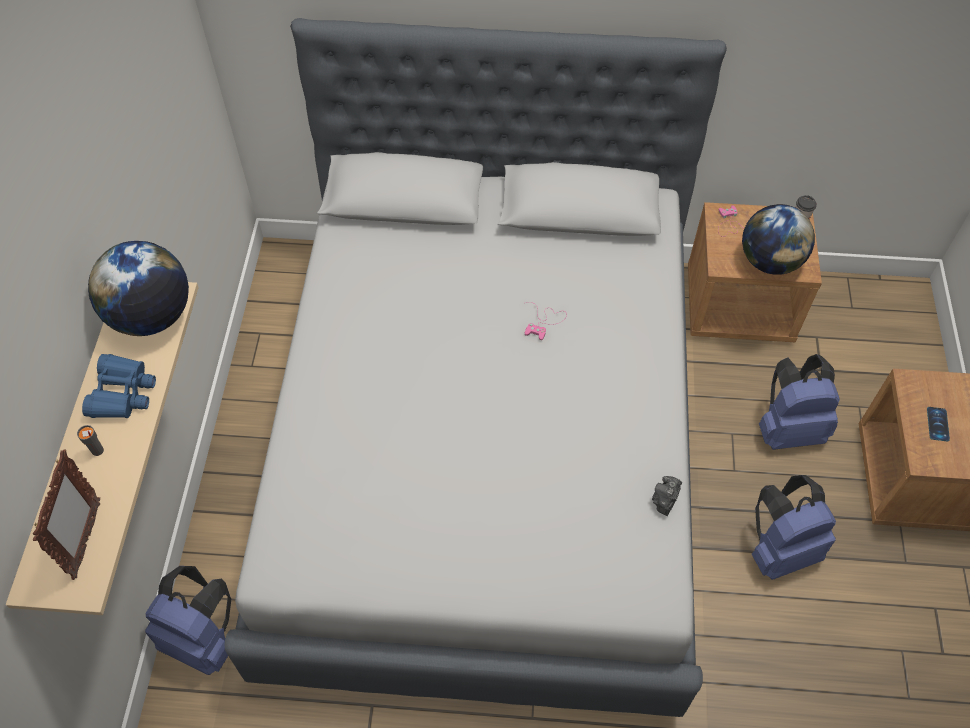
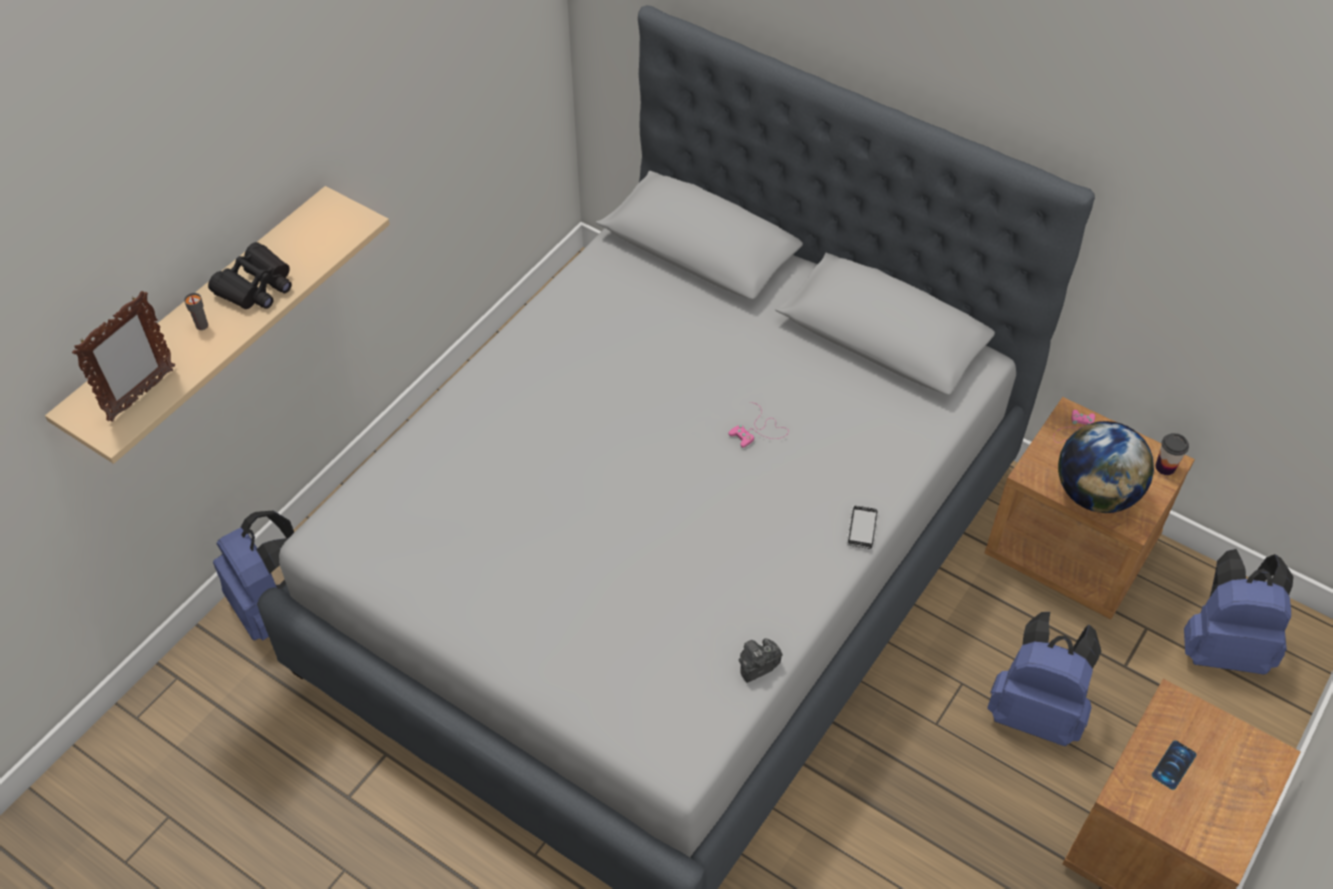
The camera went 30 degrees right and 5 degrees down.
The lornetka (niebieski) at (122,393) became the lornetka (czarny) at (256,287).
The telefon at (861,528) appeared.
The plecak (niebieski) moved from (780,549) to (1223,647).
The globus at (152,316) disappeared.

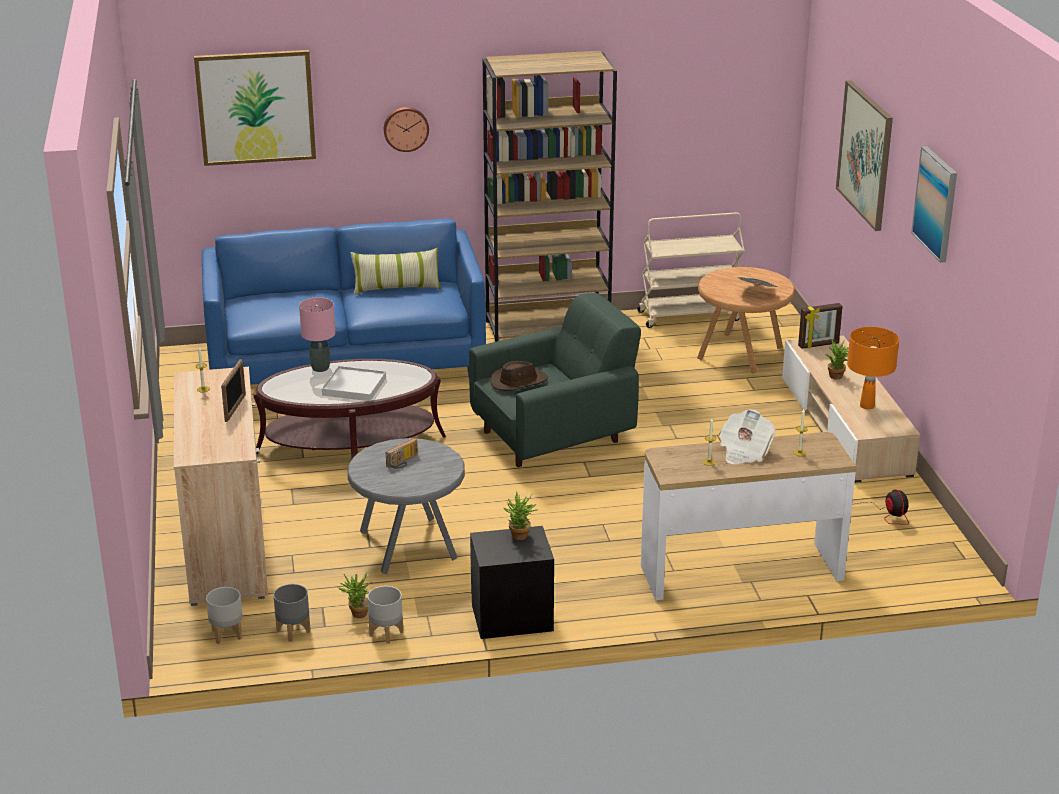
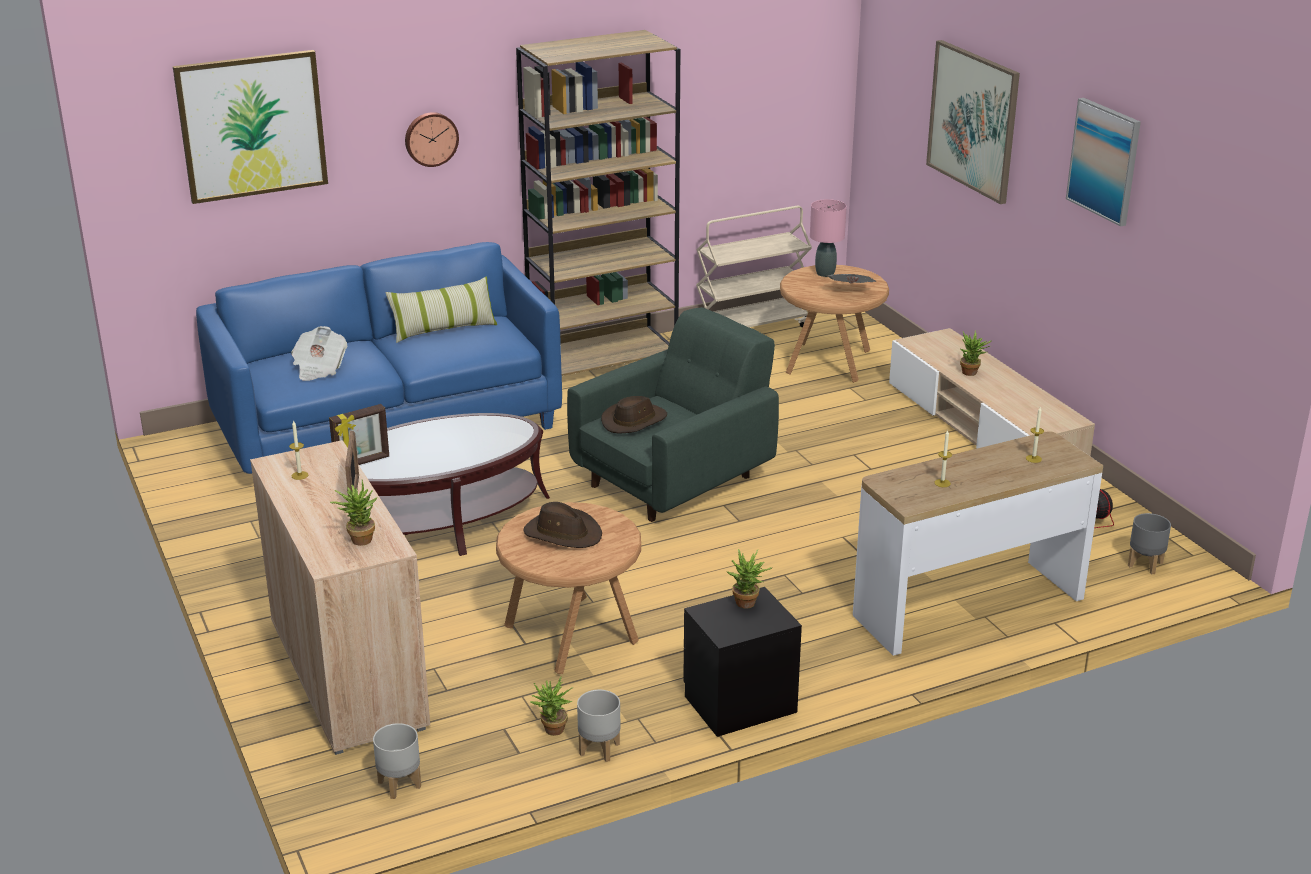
The camera went 15 degrees left and 0 degrees up.
The gazeta moved from (744,451) to (319,368).
The ramka na zdjęcie moved from (818,345) to (362,463).
The roślina doniczkowa at (358,539) appeared.
The stolik (szary) at (408,544) became the stolik (brązowy) at (570,633).
The radio at (403,462) was replaced by the kapelusz (brązowy) at (563,533).
The lampa stołowa (różowy) moved from (320,368) to (825,273).
The donica (szary) moved from (293,631) to (1145,564).
The taca (biały) at (354,386) disappeared.
The lampa stołowa (pomarańczowy) at (867,406) disappeared.

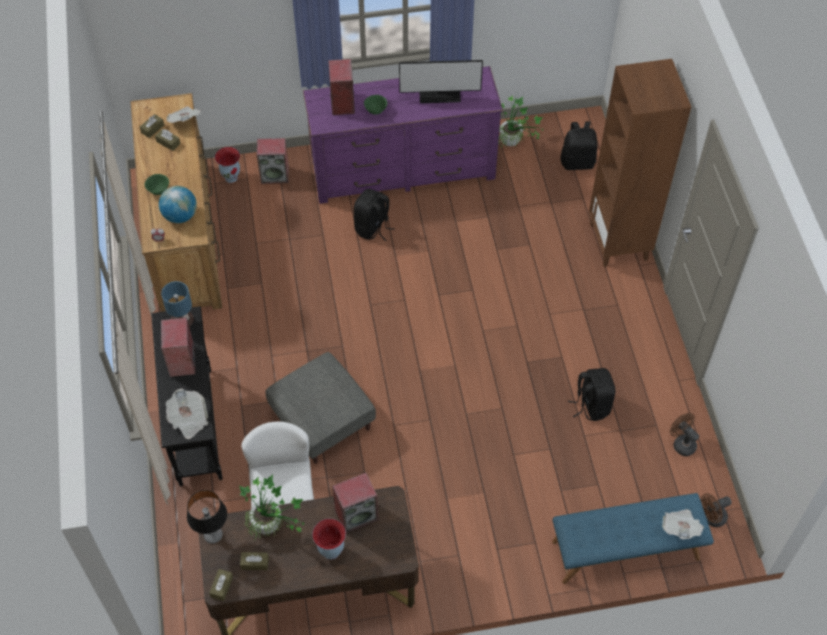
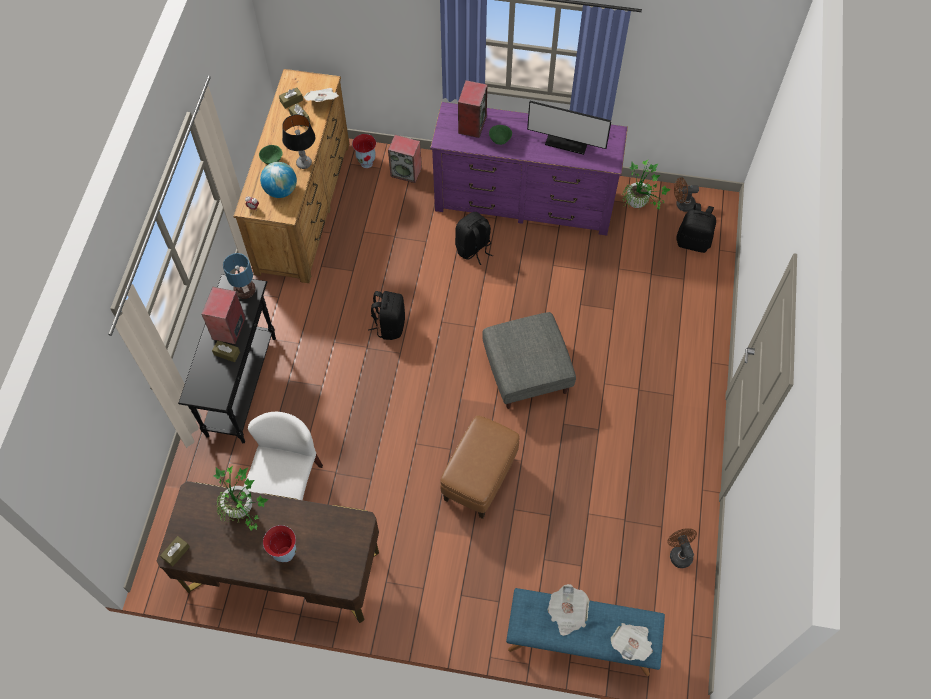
The camera went 20 degrees right and 5 degrees up.
The pudełko chusteczek (brązowy) moved from (254,563) to (227,353).
The lampa stołowa moved from (213,535) to (304,163).
The plecak (czarny) moved from (591,405) to (389,325).
The pufa (brązowy) at (479,479) appeared.
The pufa (szary) moved from (323,420) to (527,372).
The gazeta moved from (188,419) to (567,613).
The wentylator (brązowy) moved from (711,518) to (682,204).
The głośnik at (357,514) disappeared.
The regał (brązowy) at (619,242) disappeared.

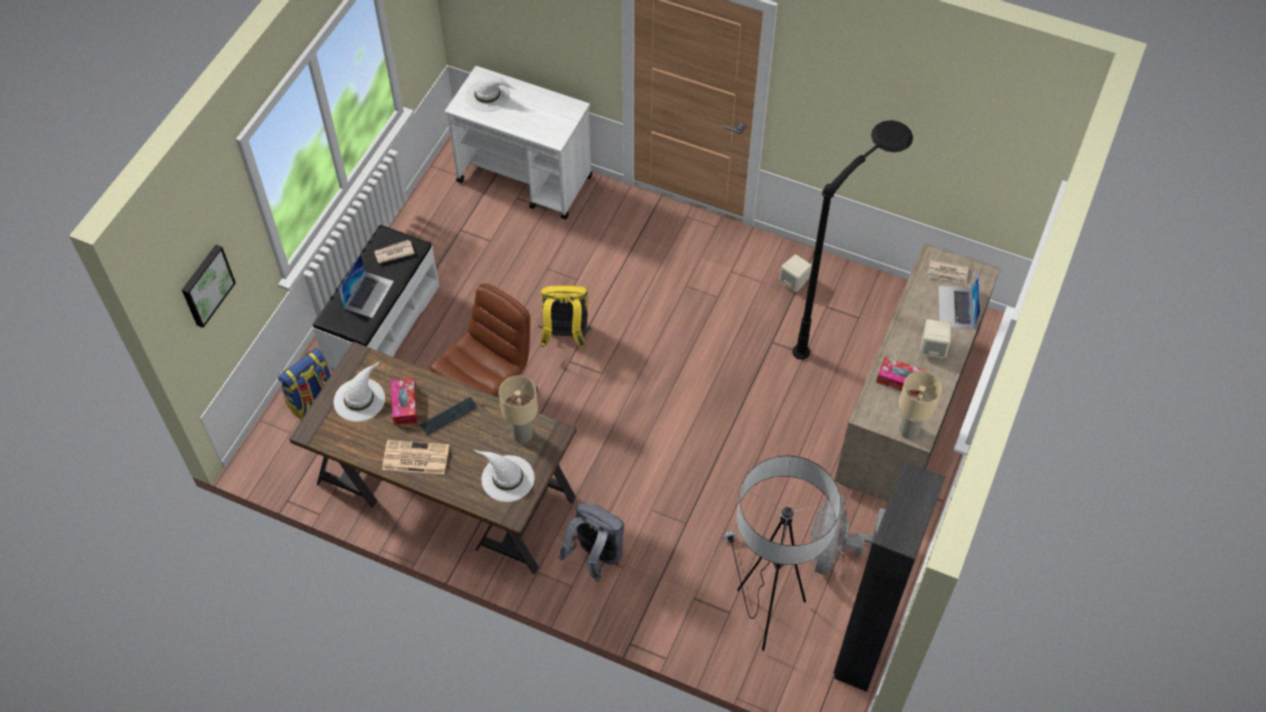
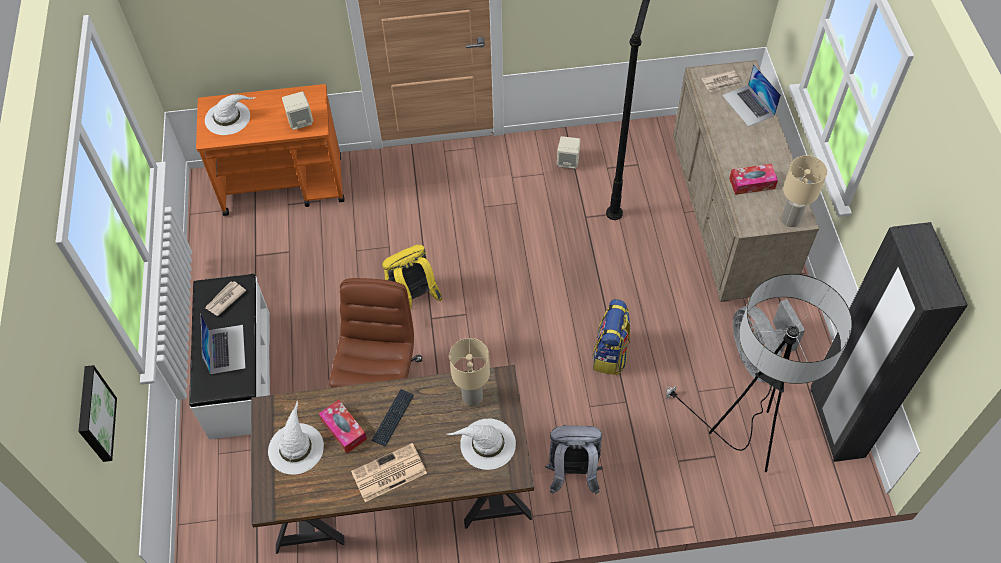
The camera went 30 degrees left and 0 degrees up.
The wózek (biały) at (525,179) became the wózek (pomarańczowy) at (284,185).
The głośnik (beżowy) moved from (933,348) to (300,121).
The plecak moved from (313,402) to (610,354).

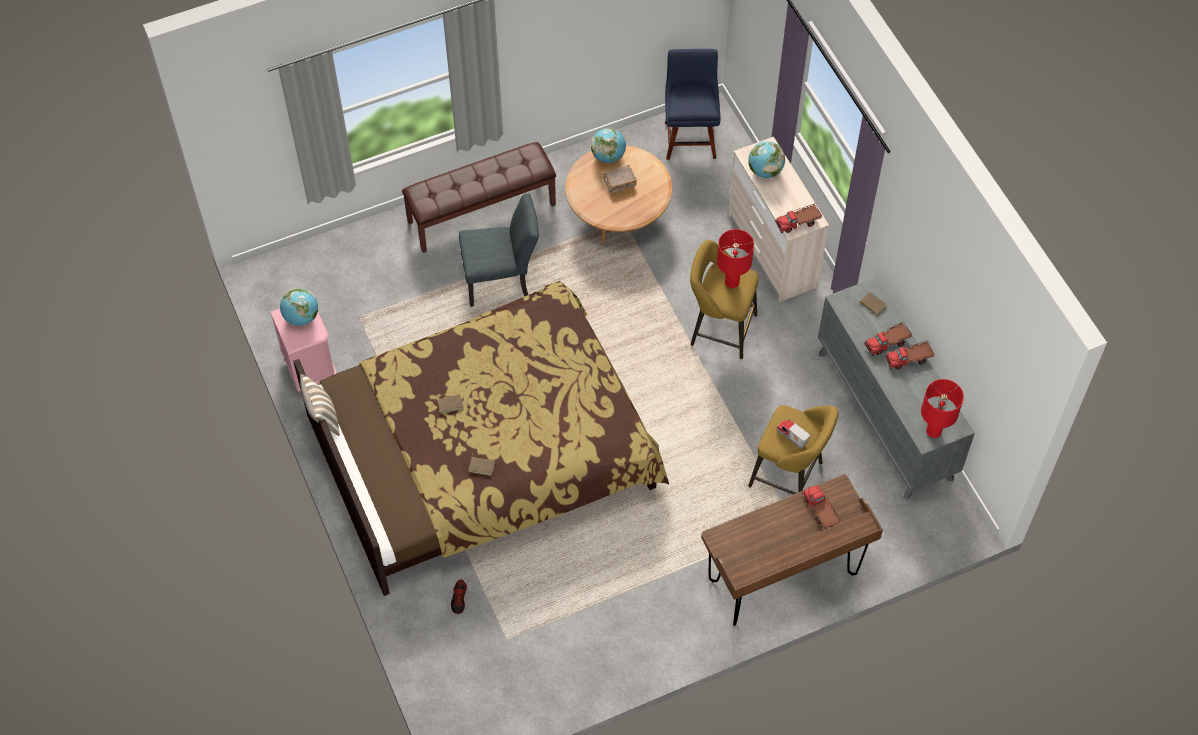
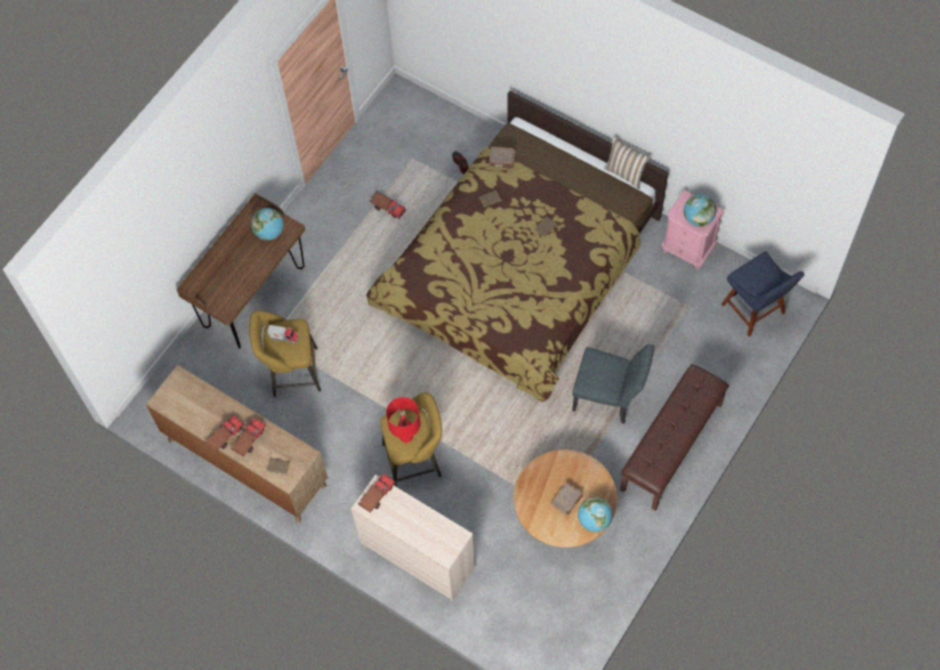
The camera went 150 degrees right and 5 degrees up.
The komoda (szary) at (885,415) became the komoda (brązowy) at (246,462).
The globus moved from (765,171) to (269,232).
The ciężarówka zabawkowa moved from (820,511) to (387,207).
The książka (brązowy) at (502,160) appeared.
The krzesło (szary) at (502,280) turned 120 degrees counterclockwise.
The krzesło (niebieski) moved from (690,137) to (755,311).
The lampa stołowa (czerwony) at (933,431) disappeared.

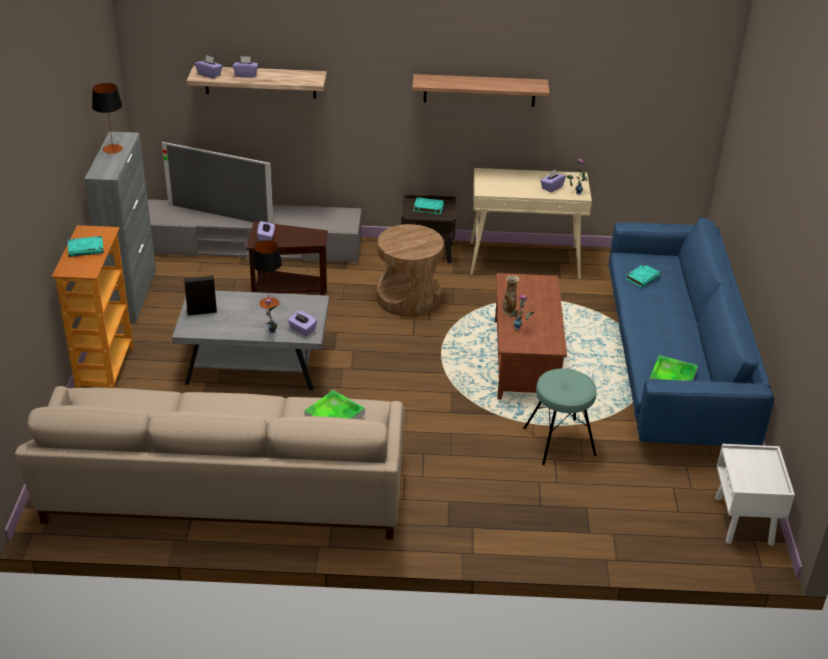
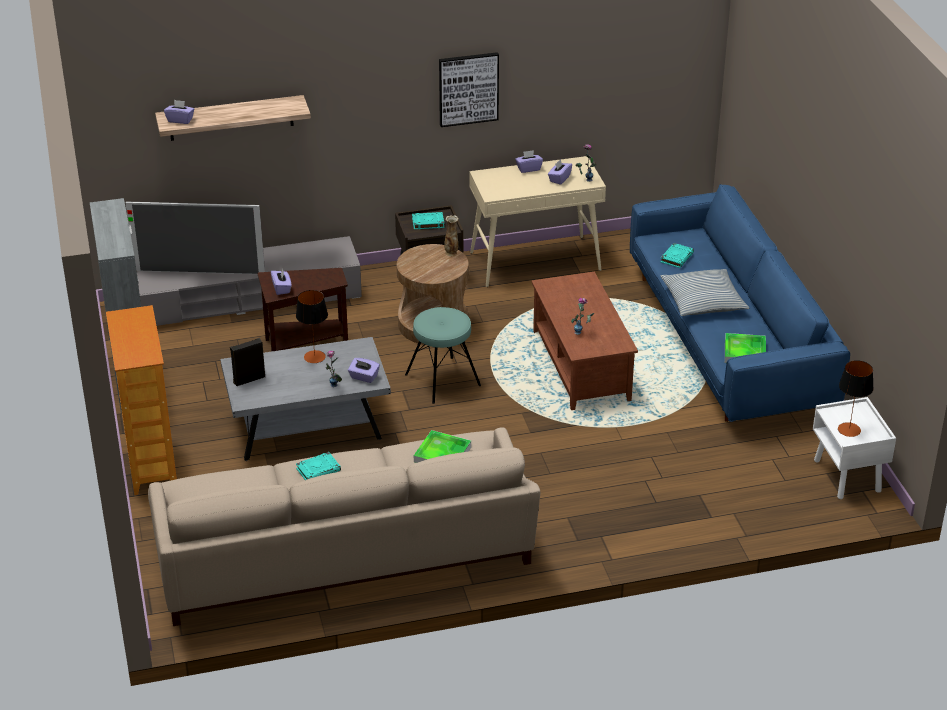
The camera went 15 degrees left and 0 degrees up.
The książka (turkusowy) moved from (86,249) to (318,470).
The stołek (turkusowy) moved from (559,441) to (442,380).
The półka at (479,90) was replaced by the obraz at (468,88).
The wazon moved from (509,311) to (451,253).
The pudełko chusteczek (fioletowy) moved from (246,74) to (528,168).
The poduszka at (703,301) appeared.
The lampa stołowa moved from (113,149) to (849,429).

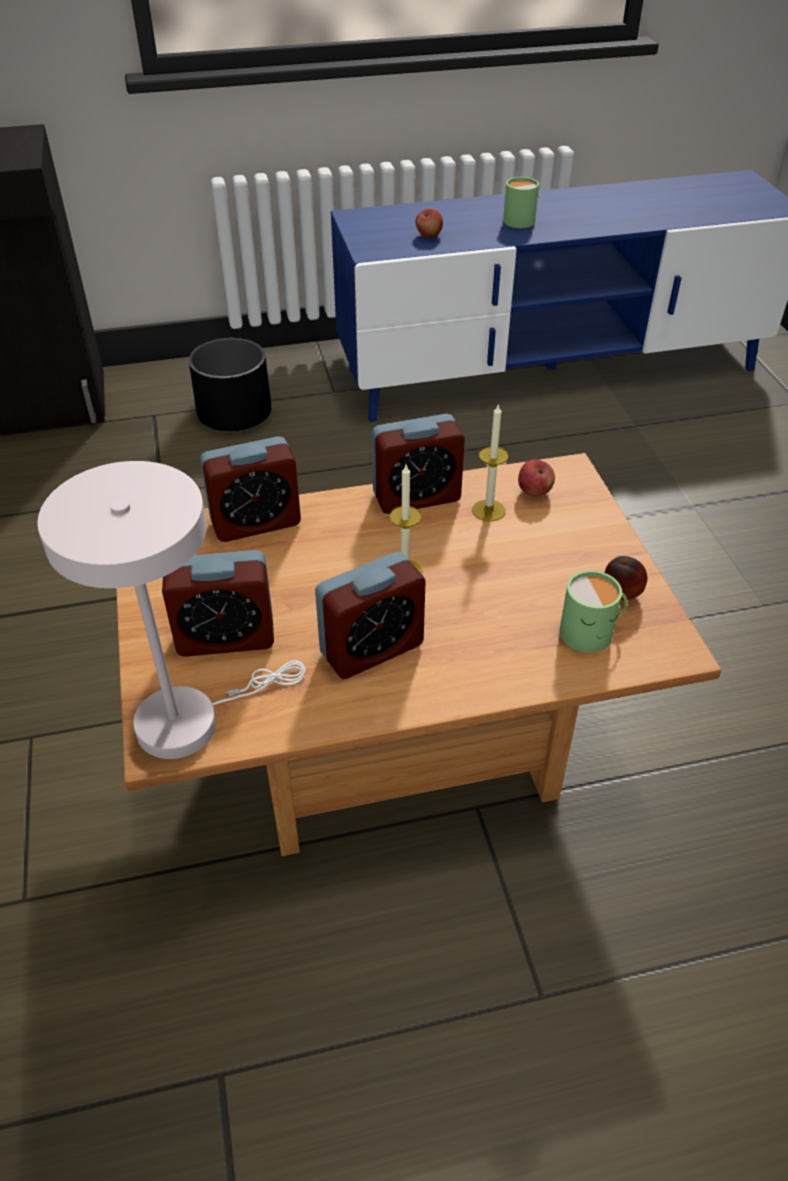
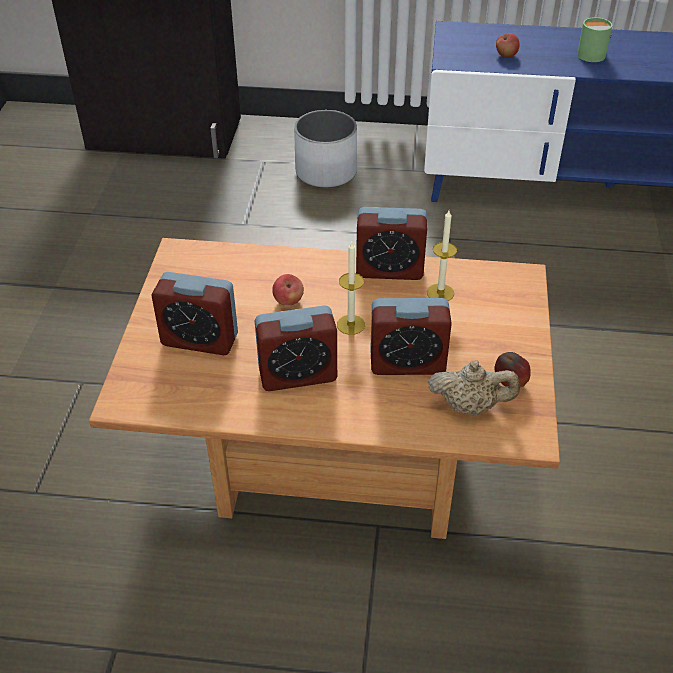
The camera went 20 degrees right and 0 degrees up.
The jabłko moved from (534,492) to (288,301).
The donica (czarny) at (235,413) became the donica (biały) at (326,172).
The budzik moved from (256,522) to (407,363).
The kubek (zielony) at (592,632) was replaced by the imbryk (beżowy) at (470,406).
The lampa stołowa (biały) at (190,719) disappeared.

